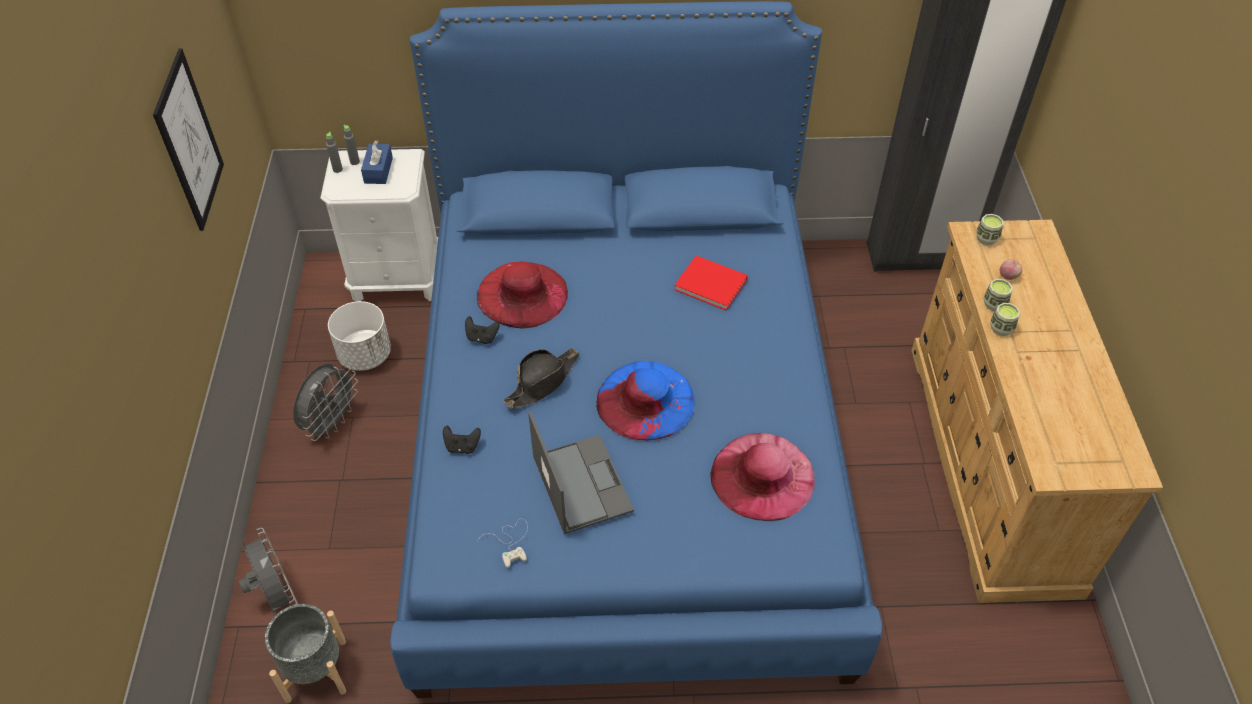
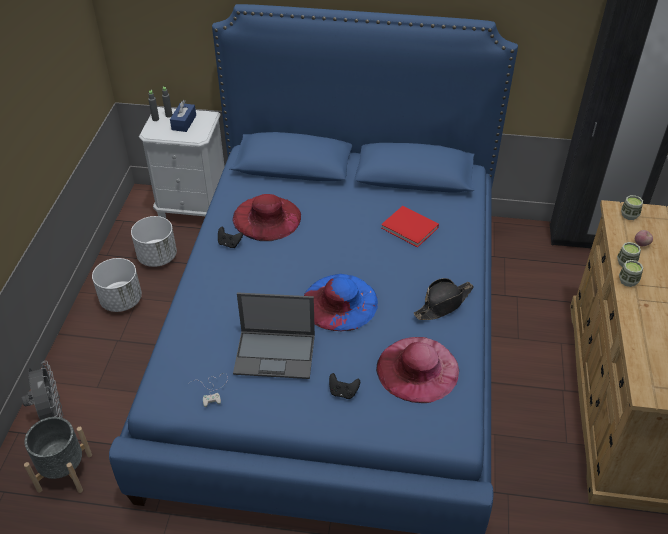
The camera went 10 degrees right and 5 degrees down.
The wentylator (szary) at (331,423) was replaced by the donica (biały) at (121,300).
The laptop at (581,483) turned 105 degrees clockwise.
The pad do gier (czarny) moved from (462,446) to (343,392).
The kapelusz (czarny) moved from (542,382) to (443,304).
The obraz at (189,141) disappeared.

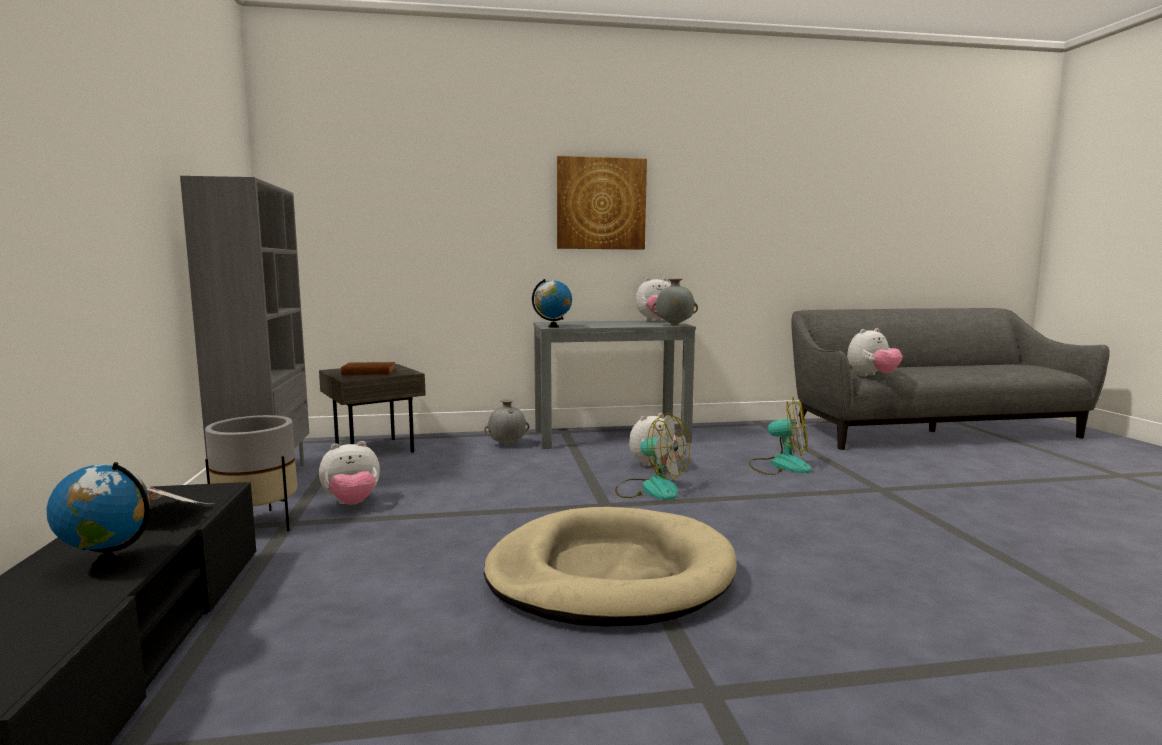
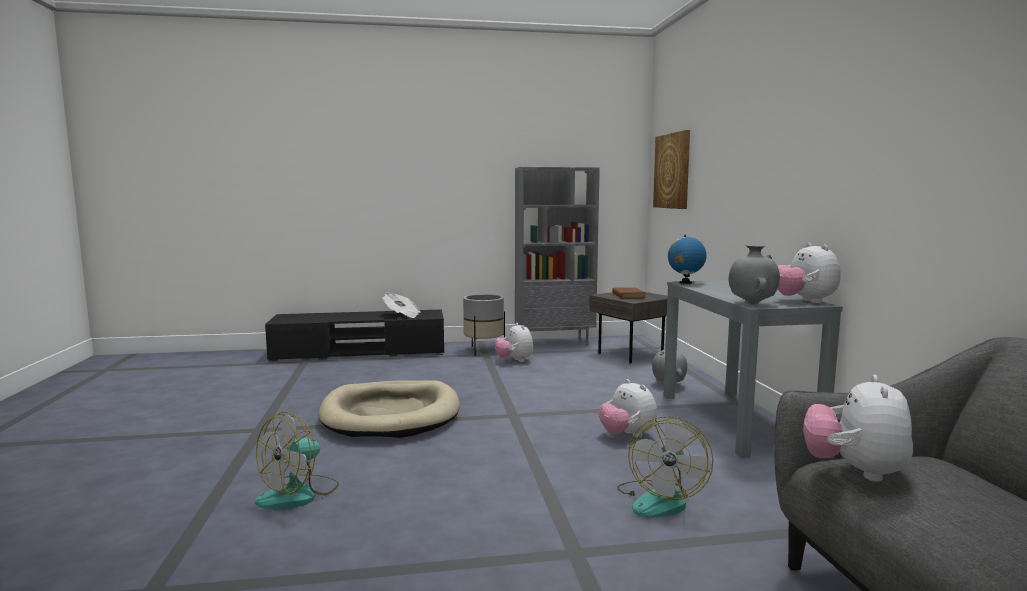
The camera went 90 degrees right and 0 degrees up.
The wentylator moved from (650,489) to (299,494).
The obraz moved from (601,204) to (672,171).
The pluszak at (872,376) turned 45 degrees clockwise.
The globus at (107,564) disappeared.

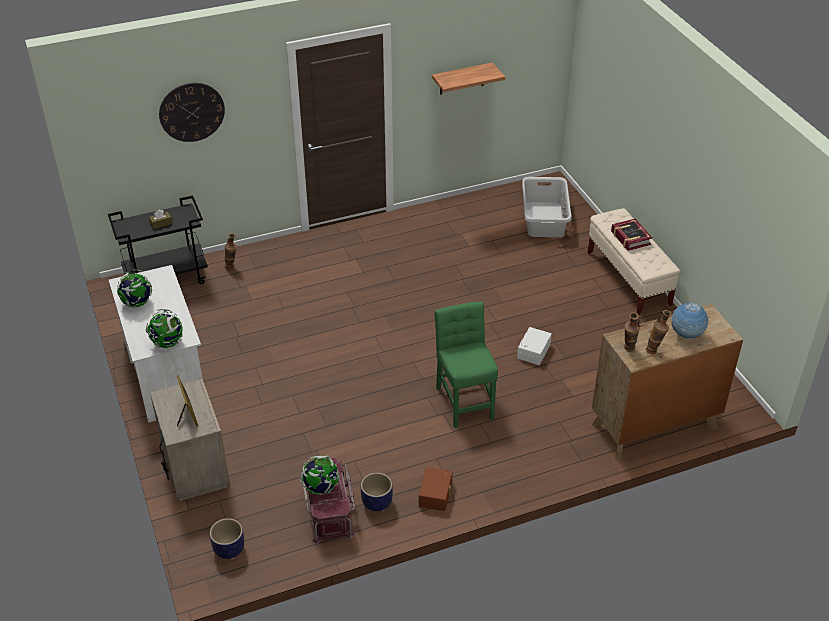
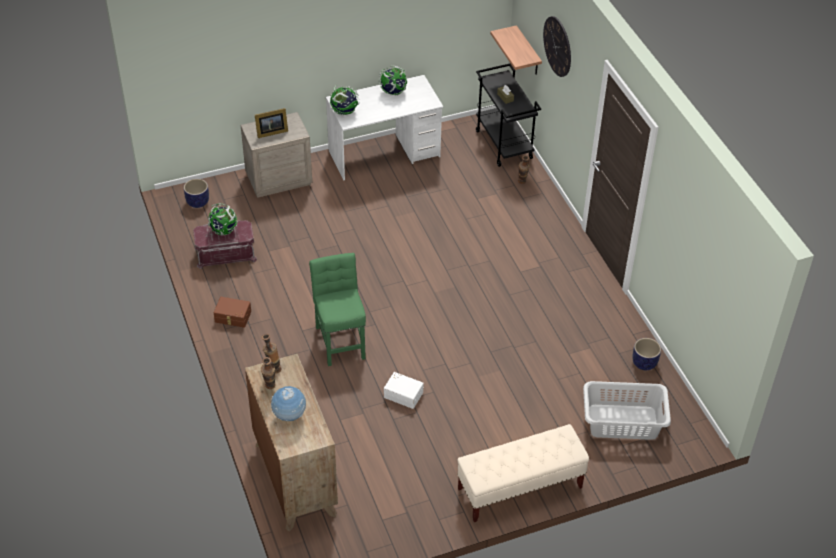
The camera went 90 degrees right and 5 degrees up.
The krzesło (zielony) at (464,400) turned 90 degrees counterclockwise.
The półka moved from (462,79) to (528,52).
The donica moved from (377,502) to (644,363).
The książka at (630,238) disappeared.

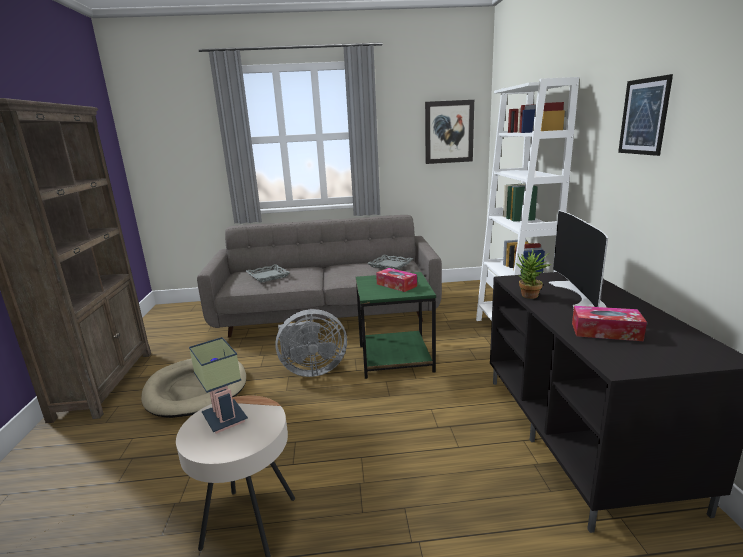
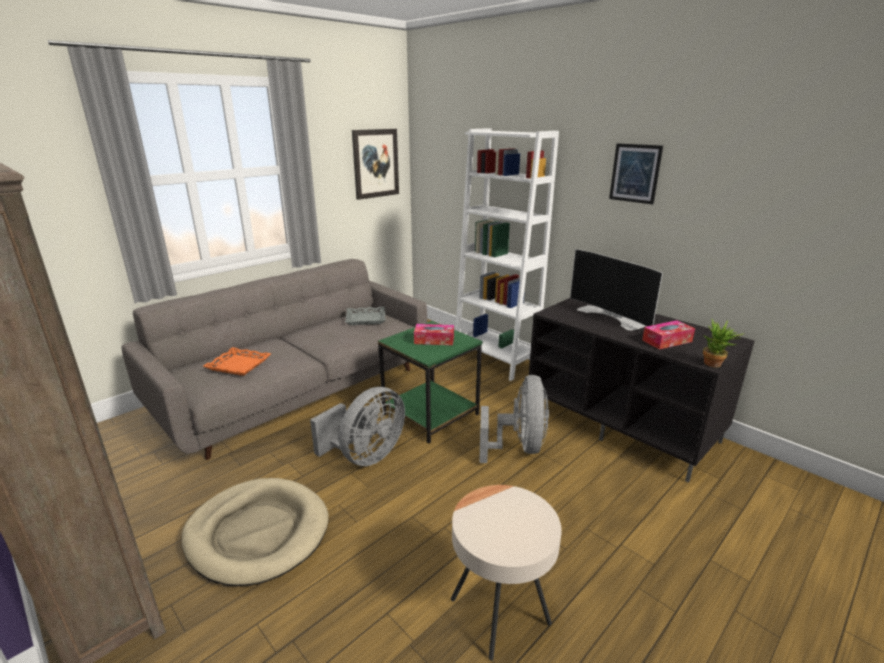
The camera went 40 degrees left and 5 degrees up.
The taca (szary) at (268,276) became the taca (pomarańczowy) at (239,365).
The wentylator (szary) at (519,447) appeared.
The roślina doniczkowa moved from (529,297) to (715,365).
The lampa stołowa at (227,419) disappeared.

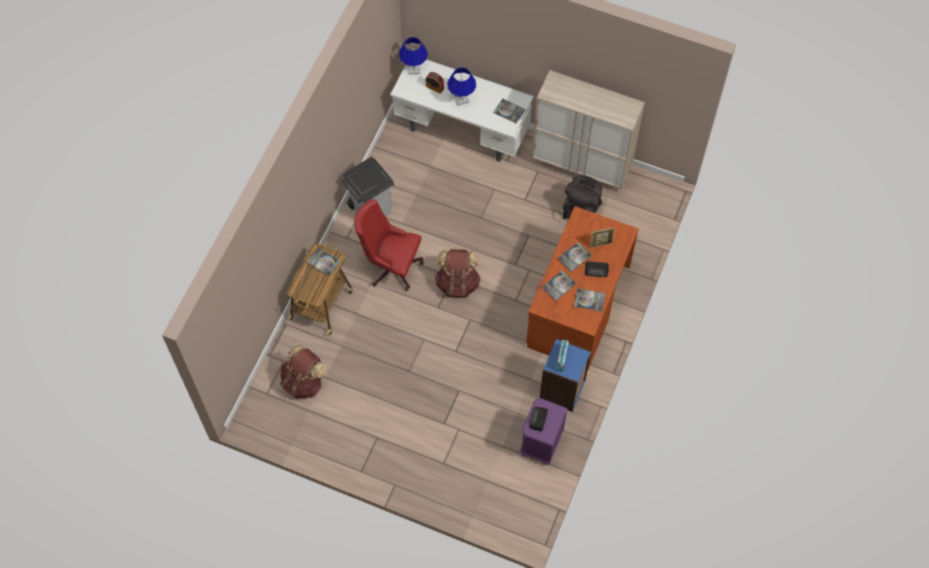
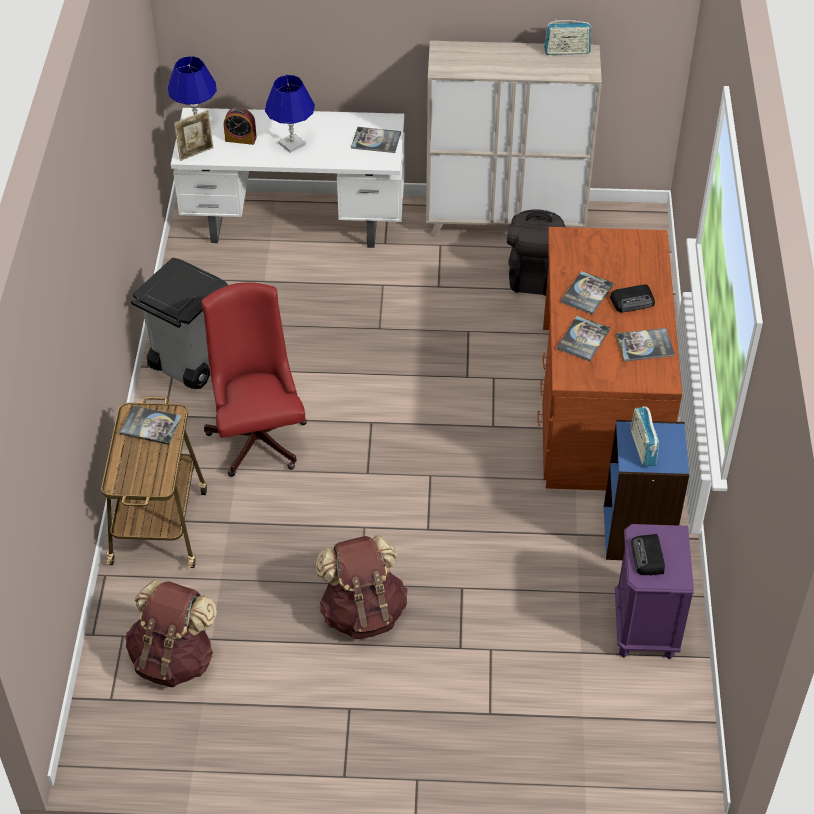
The camera went 20 degrees left and 15 degrees down.
The ramka na zdjęcie moved from (601,244) to (196,153).
The krzesło biurowe (czerwony) at (390,265) turned 75 degrees clockwise.
The plecak (brązowy) moved from (457,283) to (363,612).
The radio at (567,51) appeared.

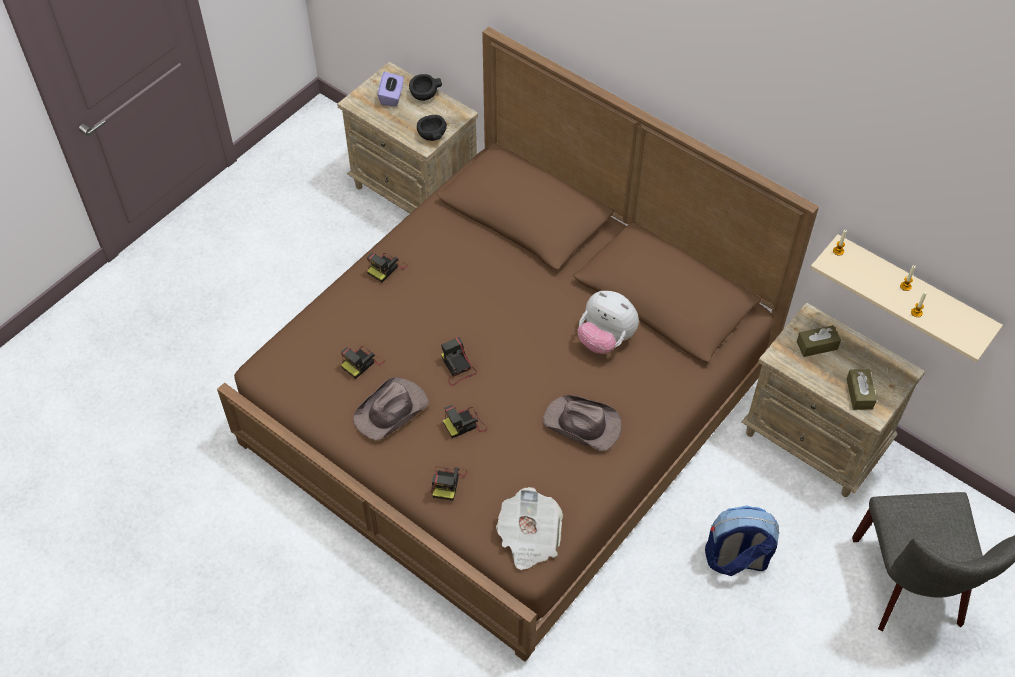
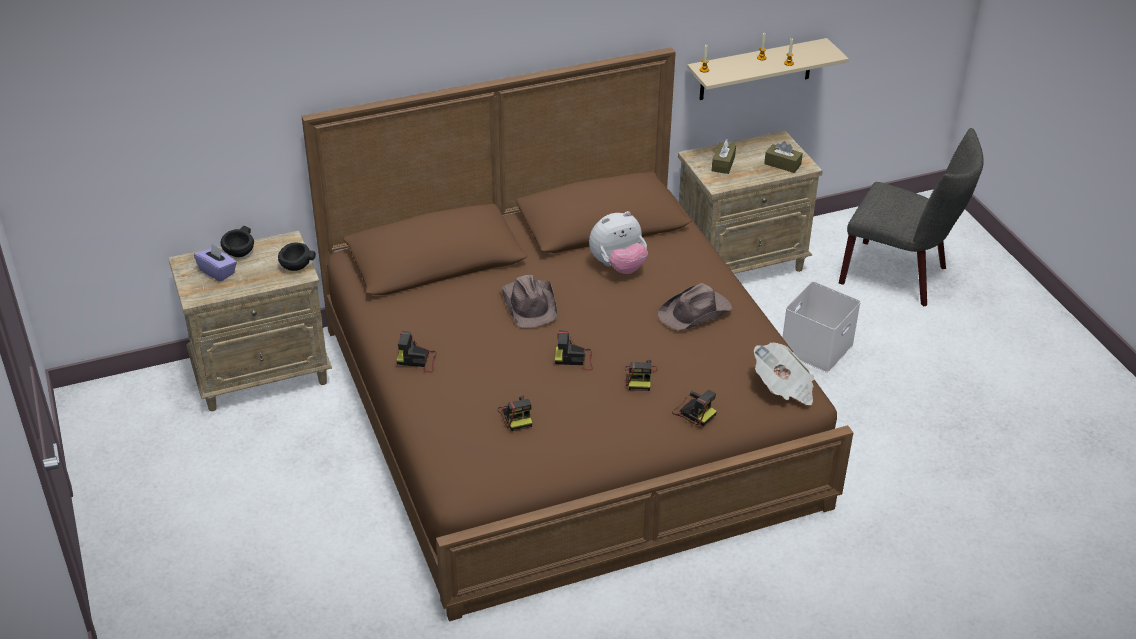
The camera went 60 degrees left and 15 degrees down.
The aparat fotograficzny at (386,268) turned 120 degrees clockwise.
The kapelusz (brązowy) moved from (392,411) to (530,304).
The plecak at (735,559) was replaced by the pojemnik do przechowywania (biały) at (817,349).

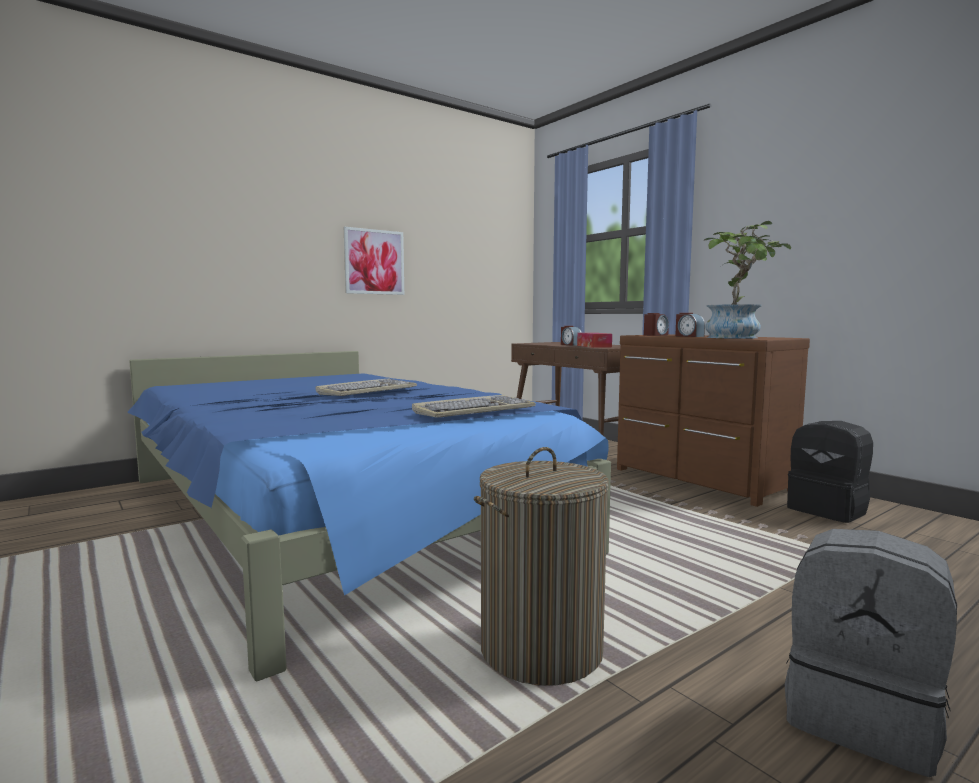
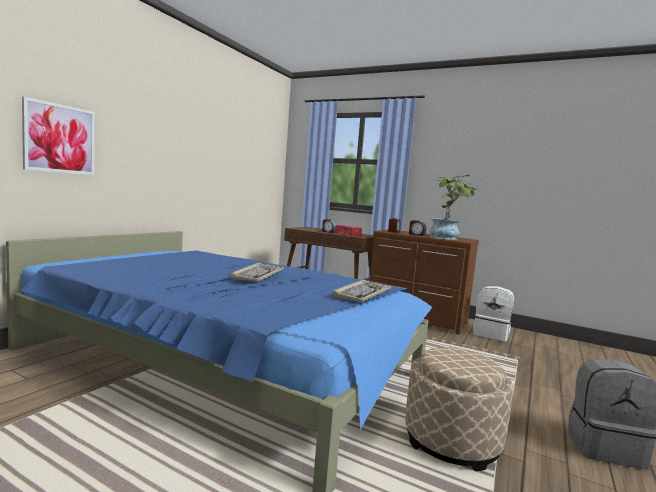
The camera went 25 degrees left and 0 degrees up.
The obraz moved from (374,262) to (60,139).
The kosz na pranie at (541,649) was replaced by the pufa (beżowy) at (451,441).
The plecak (czarny) at (828,510) became the plecak (biały) at (491,334).

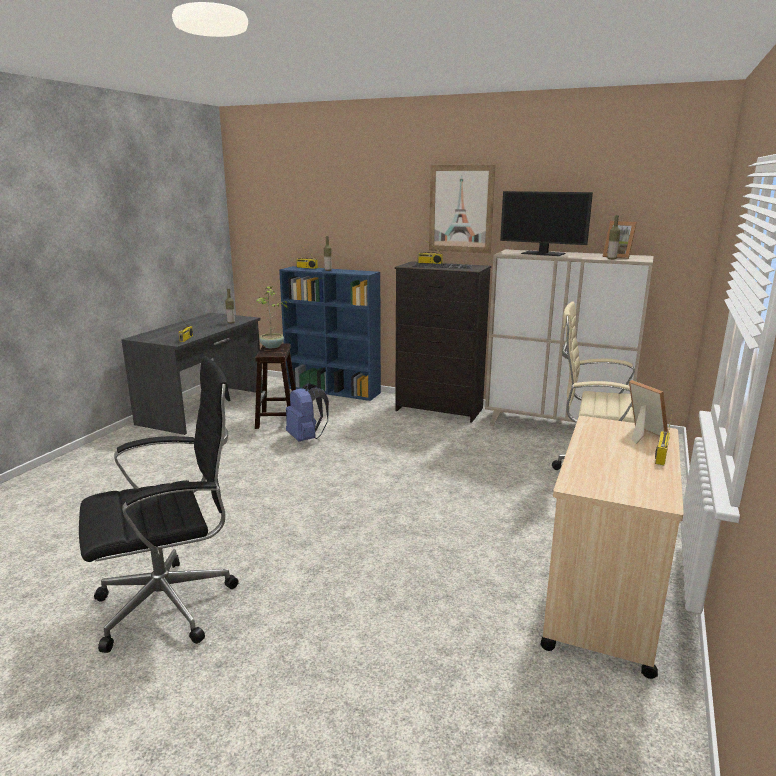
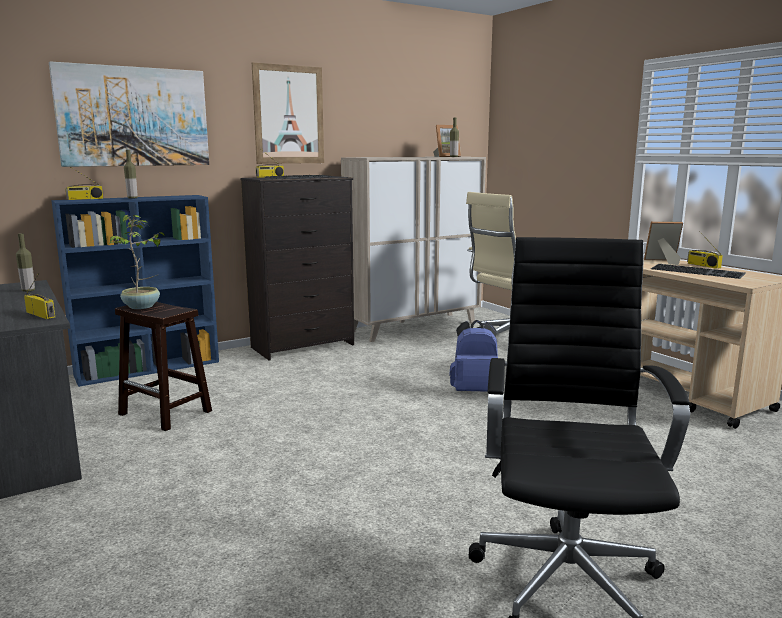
The camera went 55 degrees left and 5 degrees down.
The obraz at (134,117) appeared.
The plecak (niebieski) moved from (306,438) to (475,391).
The klawiatura at (698,271) appeared.
The monitor at (543,253) disappeared.

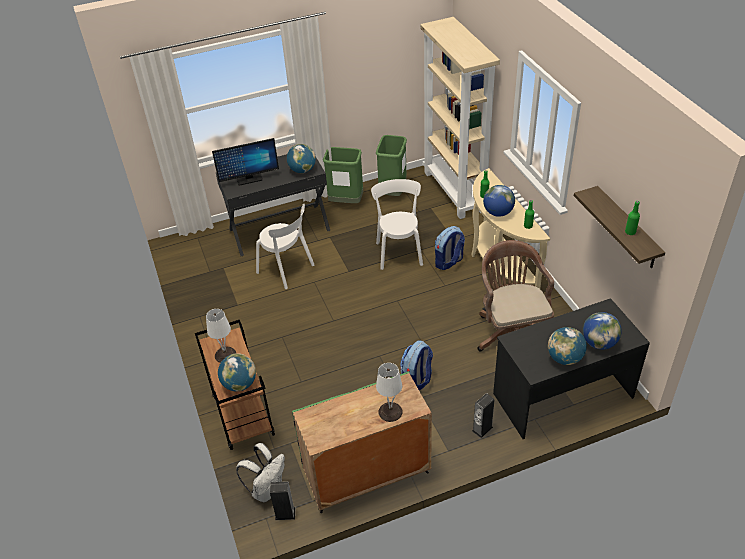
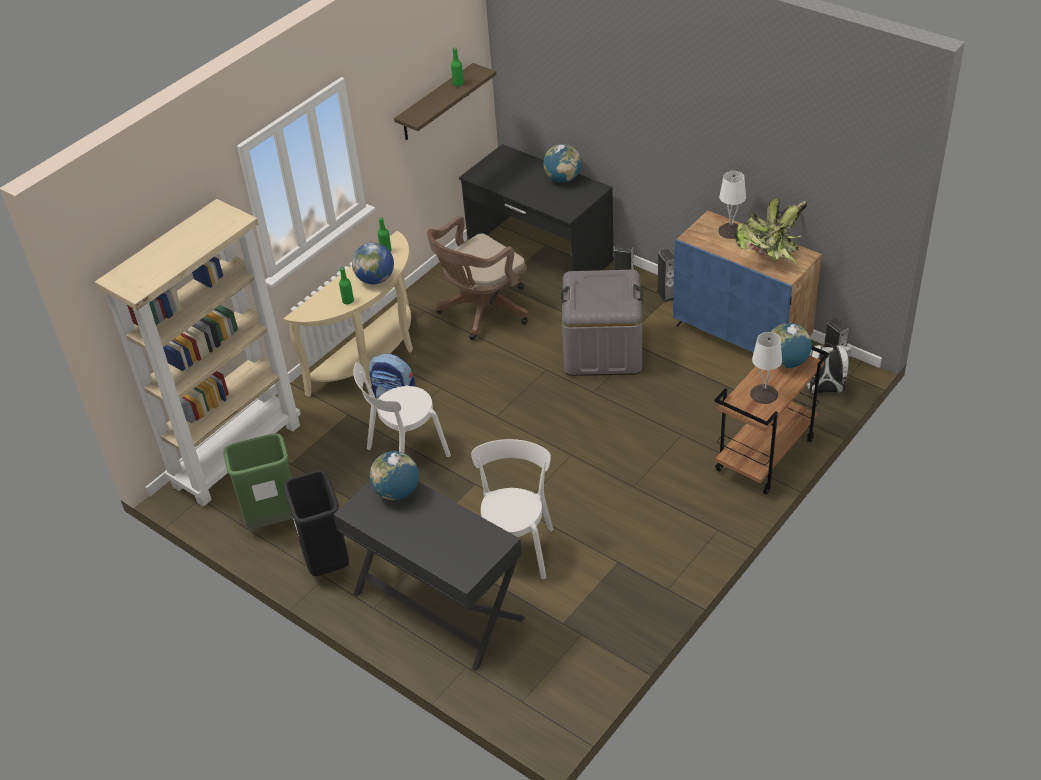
The camera went 120 degrees left and 0 degrees up.
The kosz na śmieci (zielony) at (346,202) became the kosz na śmieci (czarny) at (327,561).
The plecak at (417,380) was replaced by the pojemnik do przechowywania (szary) at (602,350).
The głośnik at (666,294) appeared.
The szafka (zielony) at (366,474) became the szafka (niebieski) at (742,335).
The roślina doniczkowa at (770,258) appeared.
The monitor at (249,179) disappeared.
The globus at (599,343) disappeared.

